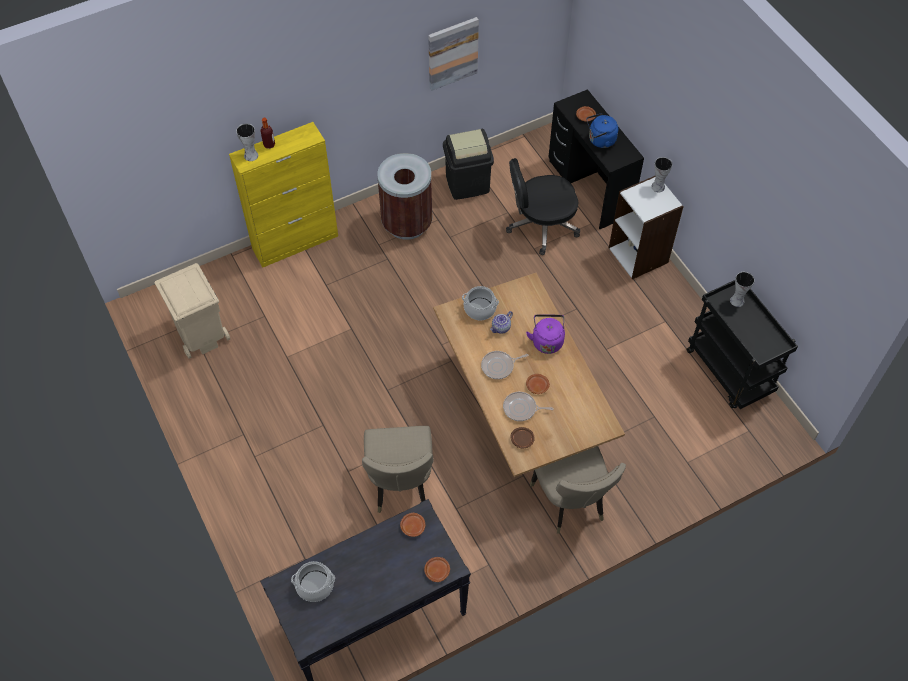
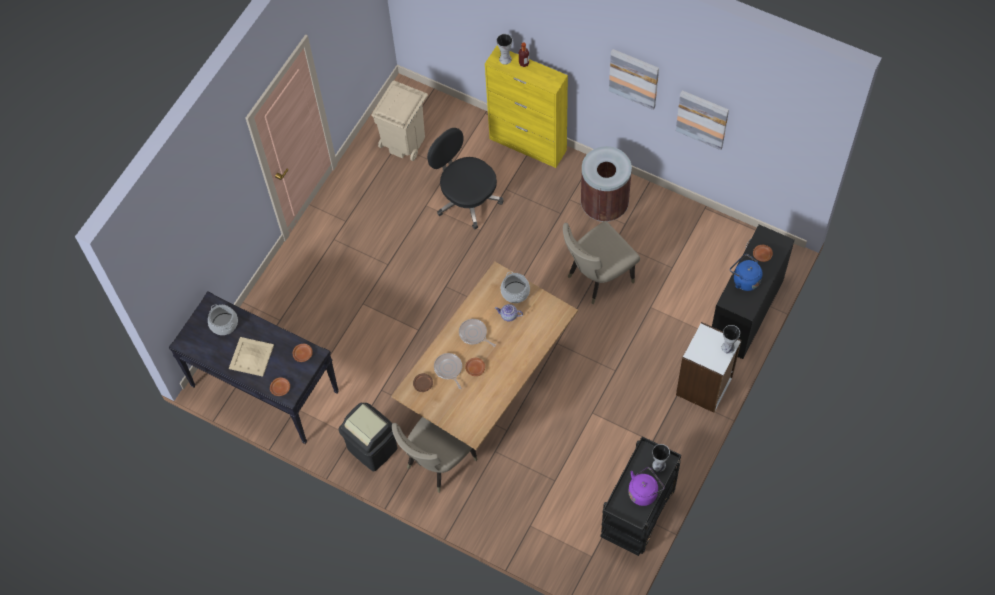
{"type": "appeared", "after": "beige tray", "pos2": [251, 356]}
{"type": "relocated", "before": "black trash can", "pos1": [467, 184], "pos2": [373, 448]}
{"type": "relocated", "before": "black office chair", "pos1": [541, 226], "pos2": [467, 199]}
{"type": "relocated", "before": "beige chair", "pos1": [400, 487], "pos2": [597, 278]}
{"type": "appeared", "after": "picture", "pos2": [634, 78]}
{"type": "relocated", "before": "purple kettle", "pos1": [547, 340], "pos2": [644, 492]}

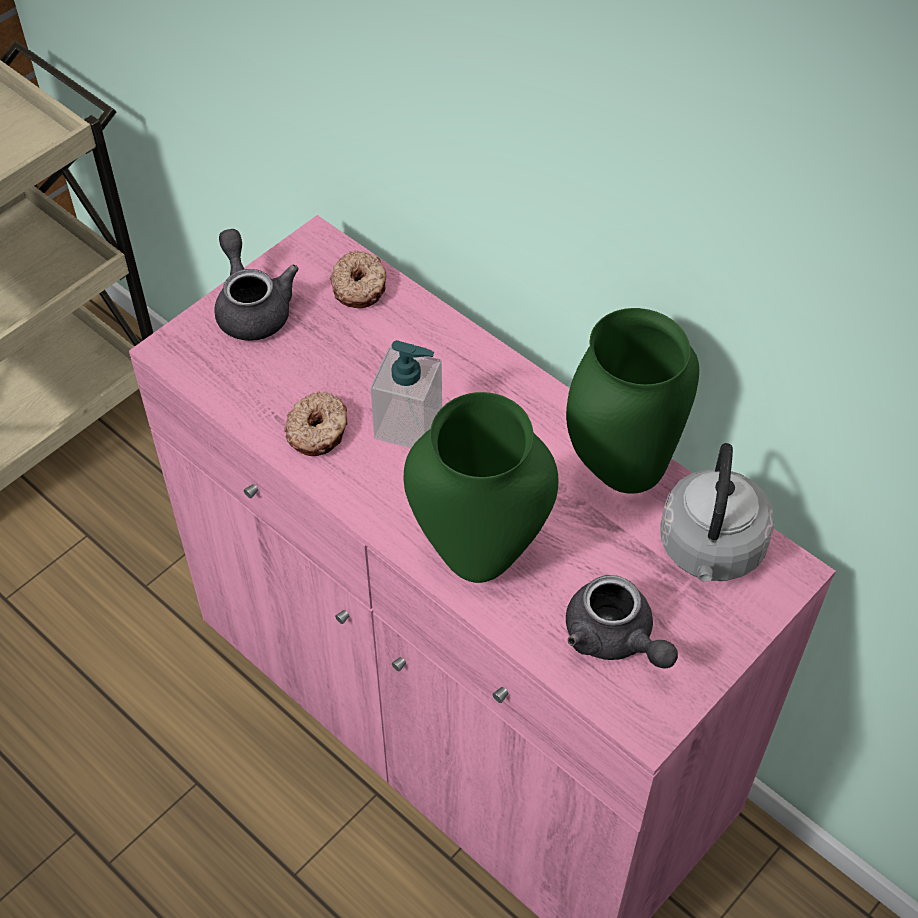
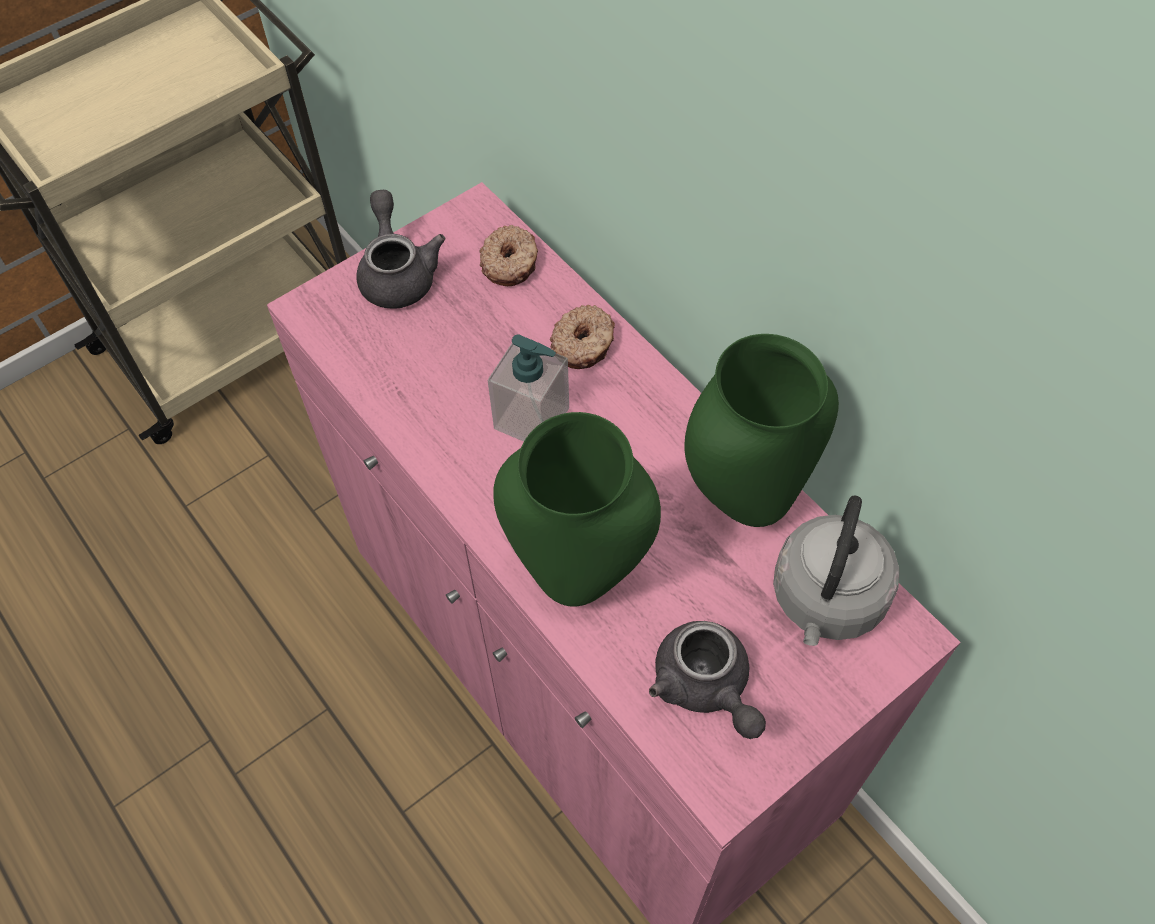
{"type": "relocated", "before": "donut", "pos1": [318, 431], "pos2": [584, 344]}

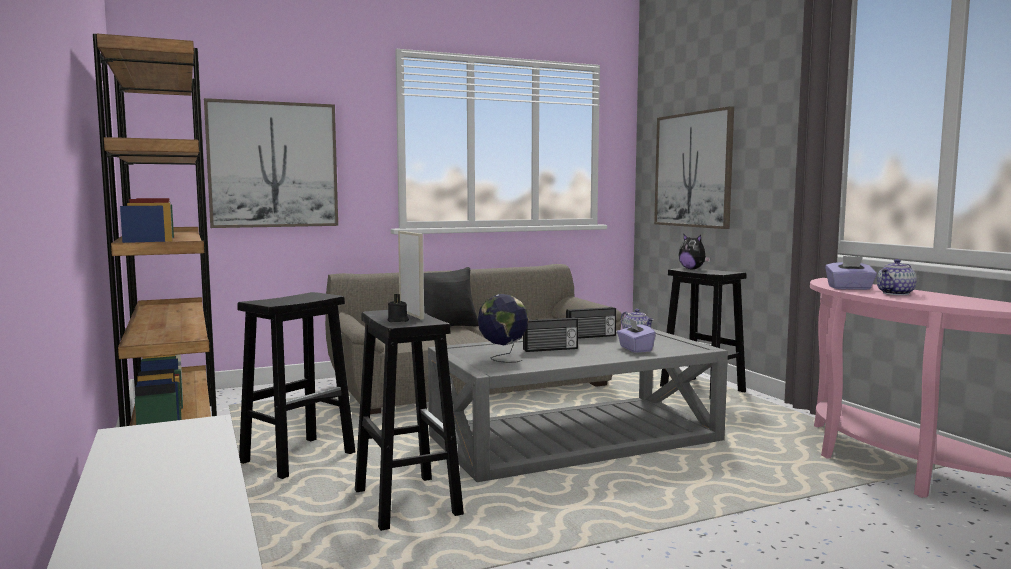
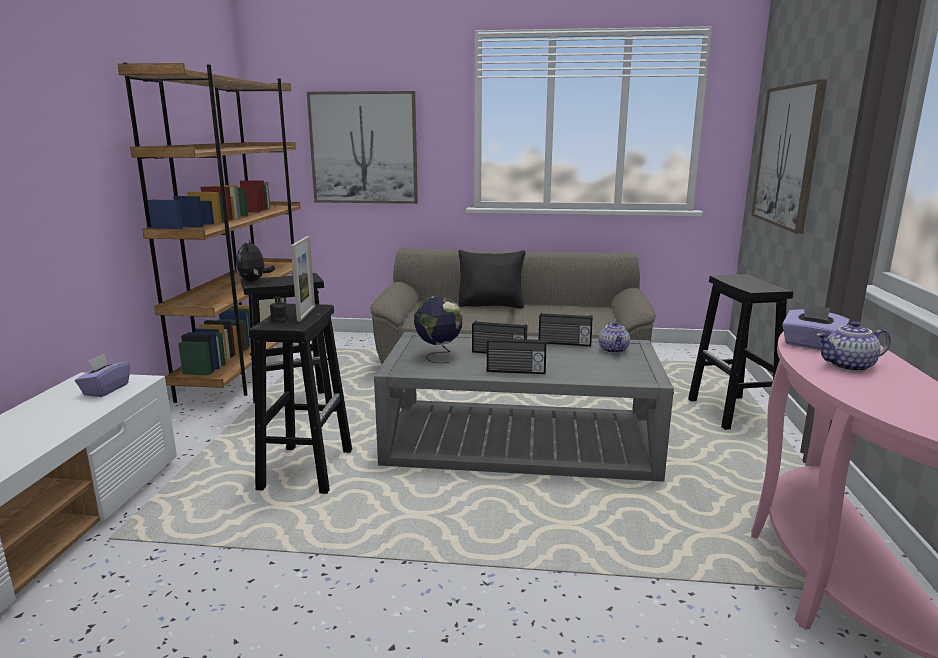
{"type": "relocated", "before": "purple tissue box", "pos1": [635, 349], "pos2": [105, 390]}
{"type": "relocated", "before": "plush toy", "pos1": [692, 269], "pos2": [254, 281]}
{"type": "appeared", "after": "radio", "pos2": [516, 371]}

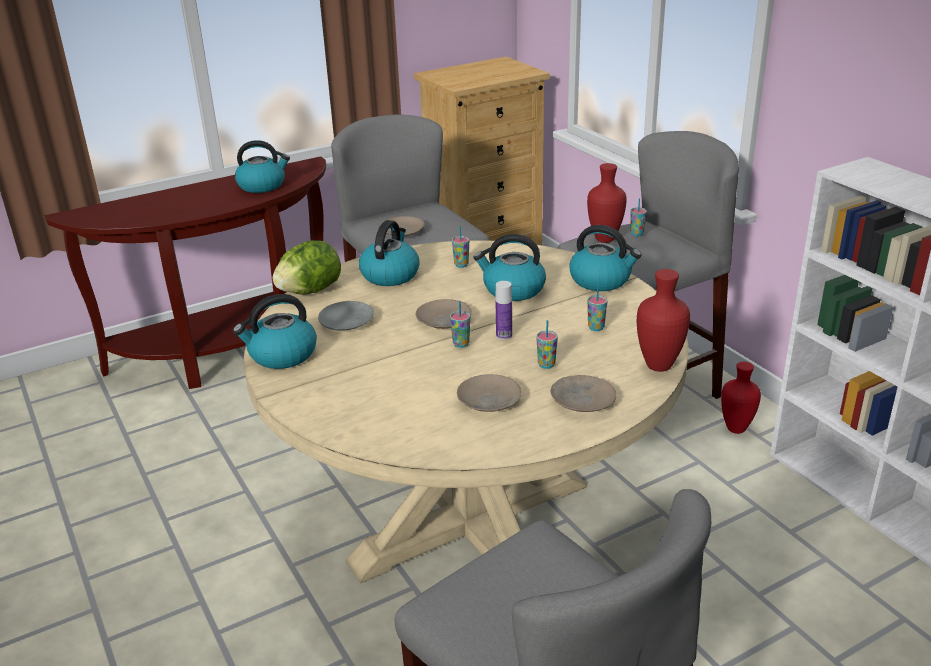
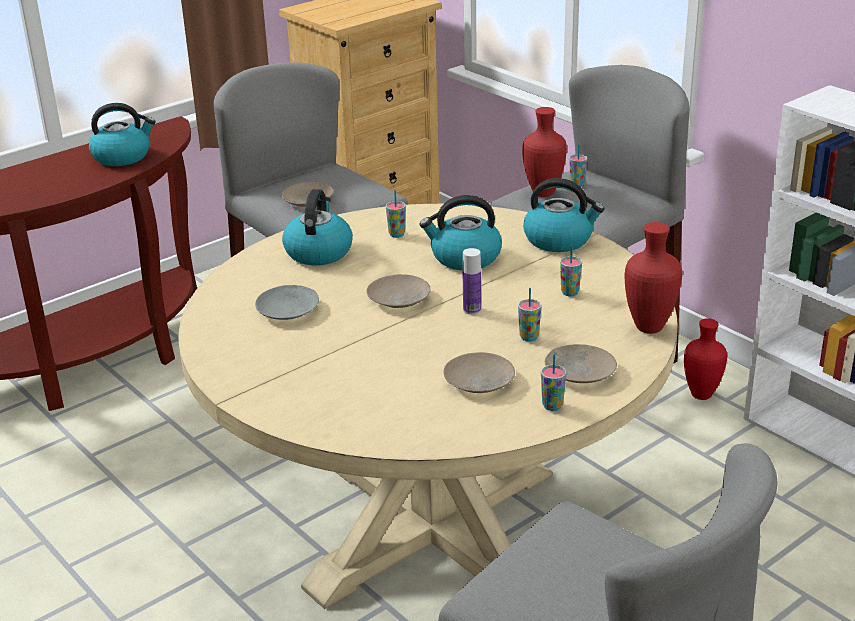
{"type": "relocated", "before": "cup", "pos1": [461, 344], "pos2": [552, 406]}
{"type": "missing", "before": "kettle", "pos1": [281, 355]}
{"type": "missing", "before": "lettuce", "pos1": [310, 291]}

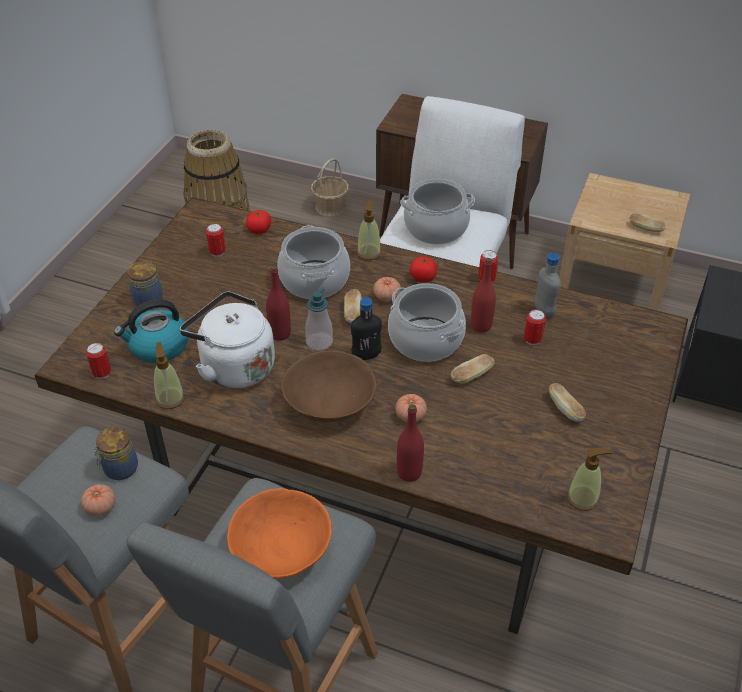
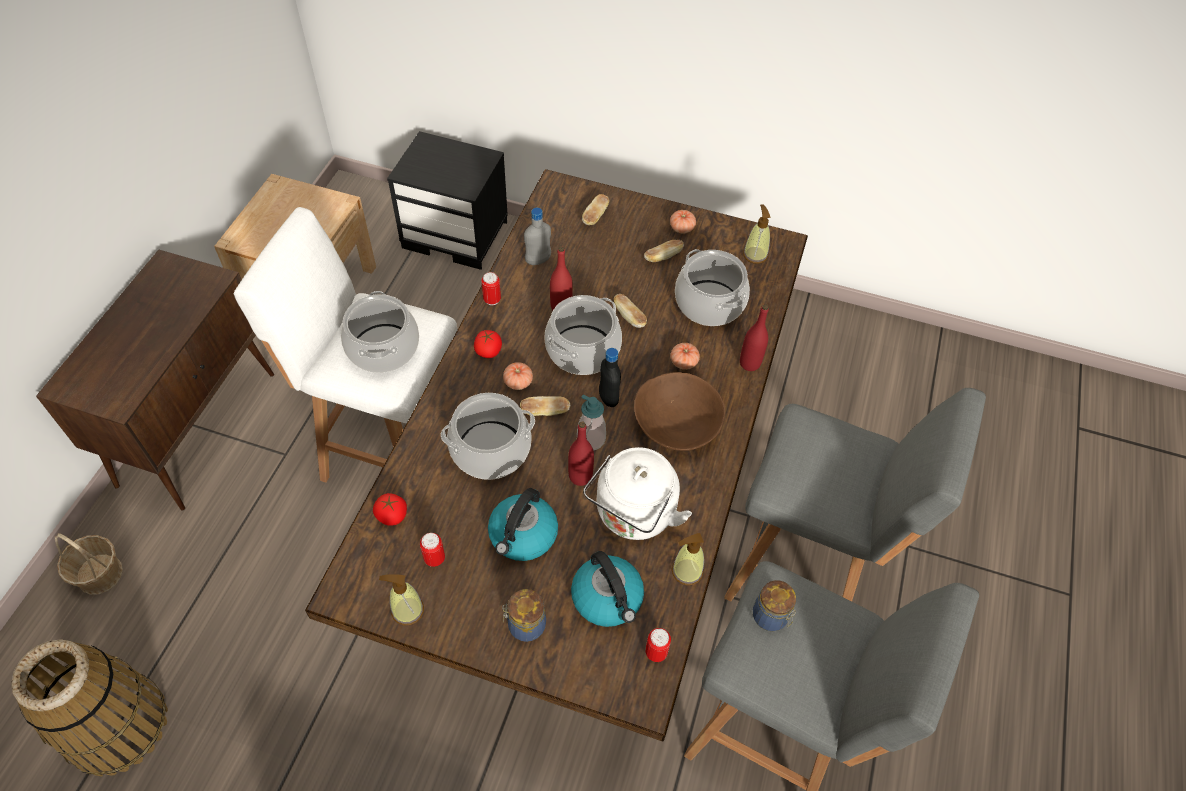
{"type": "relocated", "before": "soap dispenser", "pos1": [369, 252], "pos2": [407, 610]}
{"type": "appeared", "after": "kettle", "pos2": [523, 536]}
{"type": "relocated", "before": "bread", "pos1": [645, 229], "pos2": [595, 216]}
{"type": "relocated", "before": "tomato", "pos1": [100, 507], "pos2": [682, 228]}
{"type": "appeared", "after": "cooking pot", "pos2": [709, 303]}
{"type": "missing", "before": "orange bowl", "pos1": [281, 549]}
{"type": "missing", "before": "can", "pos1": [532, 340]}

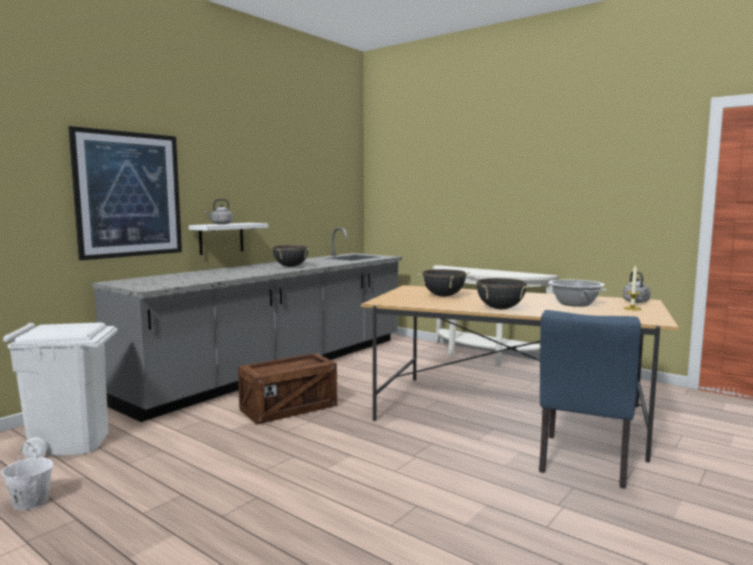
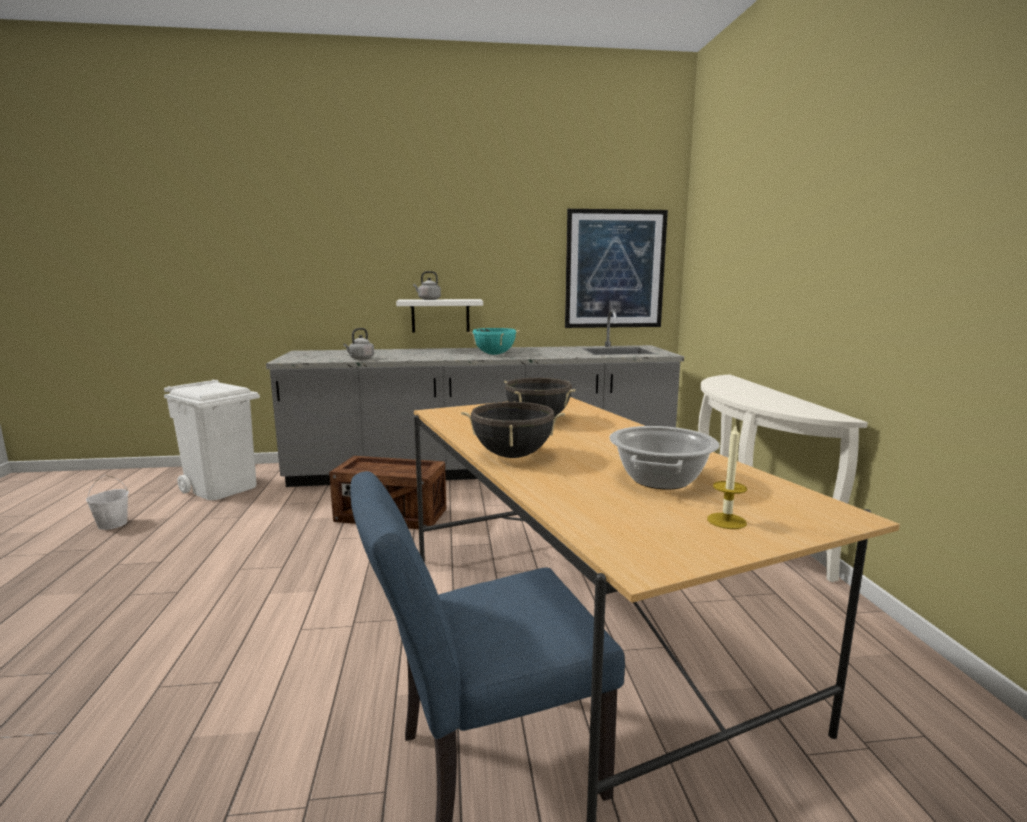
{"type": "relocated", "before": "grey kettle", "pos1": [636, 302], "pos2": [360, 359]}
{"type": "colour", "before": "black cooking pot", "after": "turquoise cooking pot", "pos1": [290, 266], "pos2": [494, 354]}
{"type": "relocated", "before": "picture", "pos1": [129, 194], "pos2": [615, 269]}

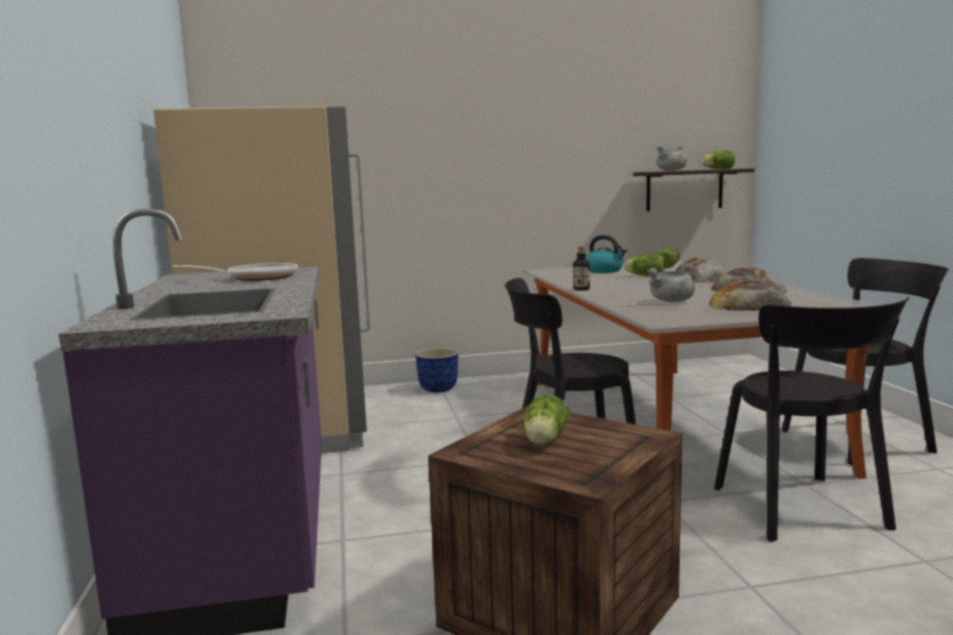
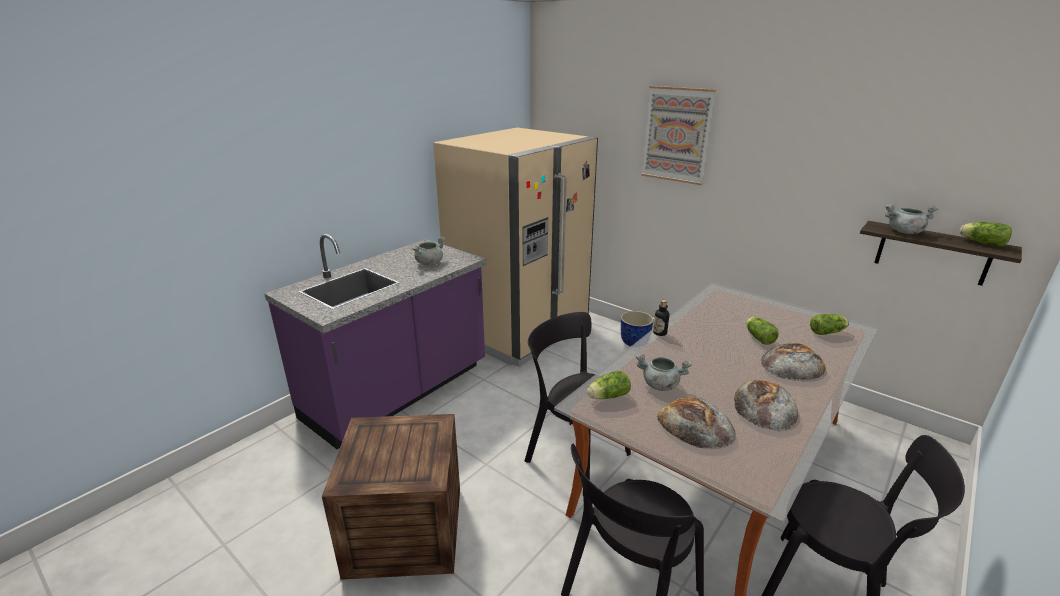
{"type": "exchanged", "before": "frying pan", "after": "grey cooking pot", "pos1": [256, 278], "pos2": [429, 263]}
{"type": "relocated", "before": "lettuce", "pos1": [544, 441], "pos2": [607, 396]}
{"type": "appeared", "after": "picture", "pos2": [677, 135]}
{"type": "missing", "before": "kettle", "pos1": [604, 271]}

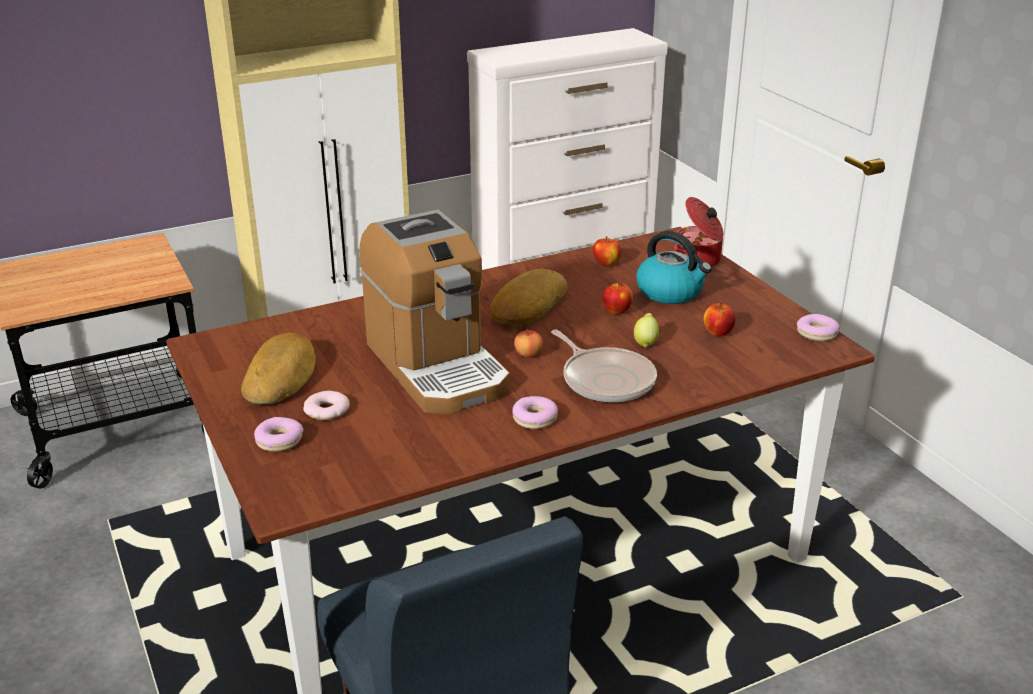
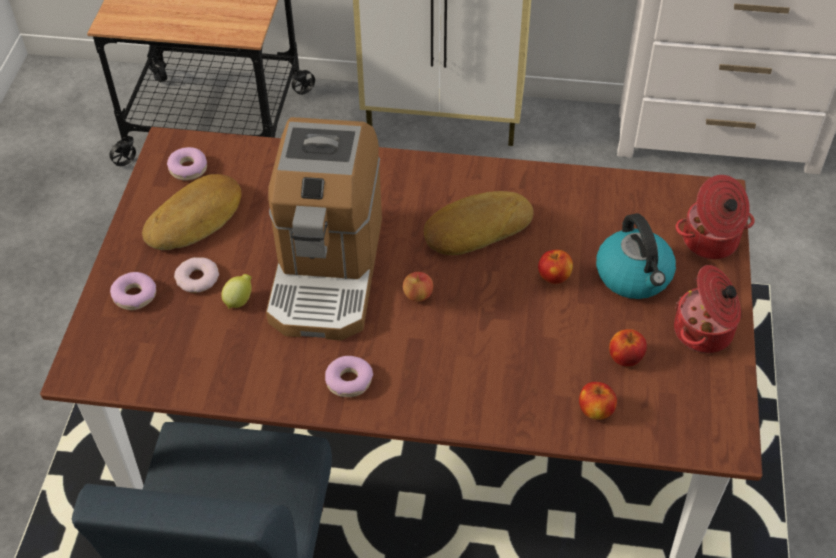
{"type": "relocated", "before": "donut", "pos1": [816, 333], "pos2": [188, 168]}
{"type": "relocated", "before": "lemon", "pos1": [645, 342], "pos2": [239, 300]}
{"type": "relocated", "before": "apple", "pos1": [606, 264], "pos2": [595, 411]}
{"type": "appeared", "after": "cooking pot", "pos2": [704, 332]}
{"type": "missing", "before": "frying pan", "pos1": [605, 379]}

